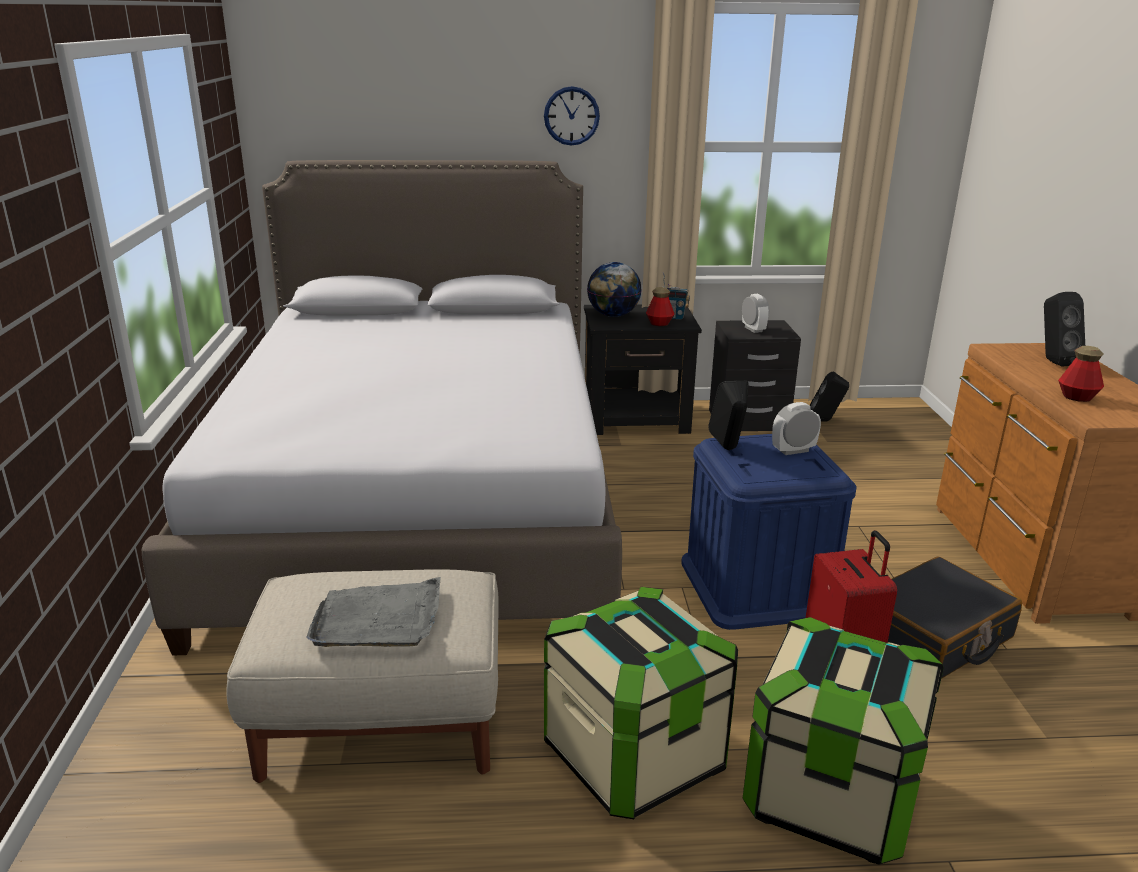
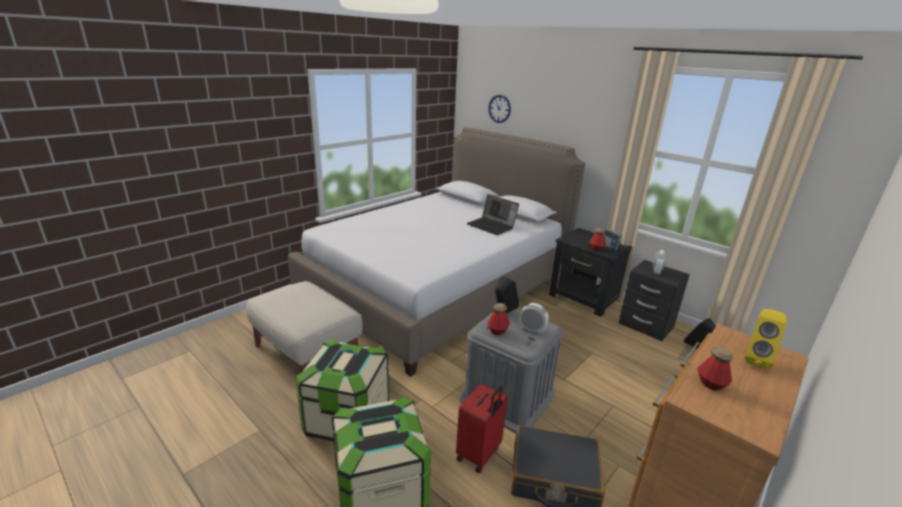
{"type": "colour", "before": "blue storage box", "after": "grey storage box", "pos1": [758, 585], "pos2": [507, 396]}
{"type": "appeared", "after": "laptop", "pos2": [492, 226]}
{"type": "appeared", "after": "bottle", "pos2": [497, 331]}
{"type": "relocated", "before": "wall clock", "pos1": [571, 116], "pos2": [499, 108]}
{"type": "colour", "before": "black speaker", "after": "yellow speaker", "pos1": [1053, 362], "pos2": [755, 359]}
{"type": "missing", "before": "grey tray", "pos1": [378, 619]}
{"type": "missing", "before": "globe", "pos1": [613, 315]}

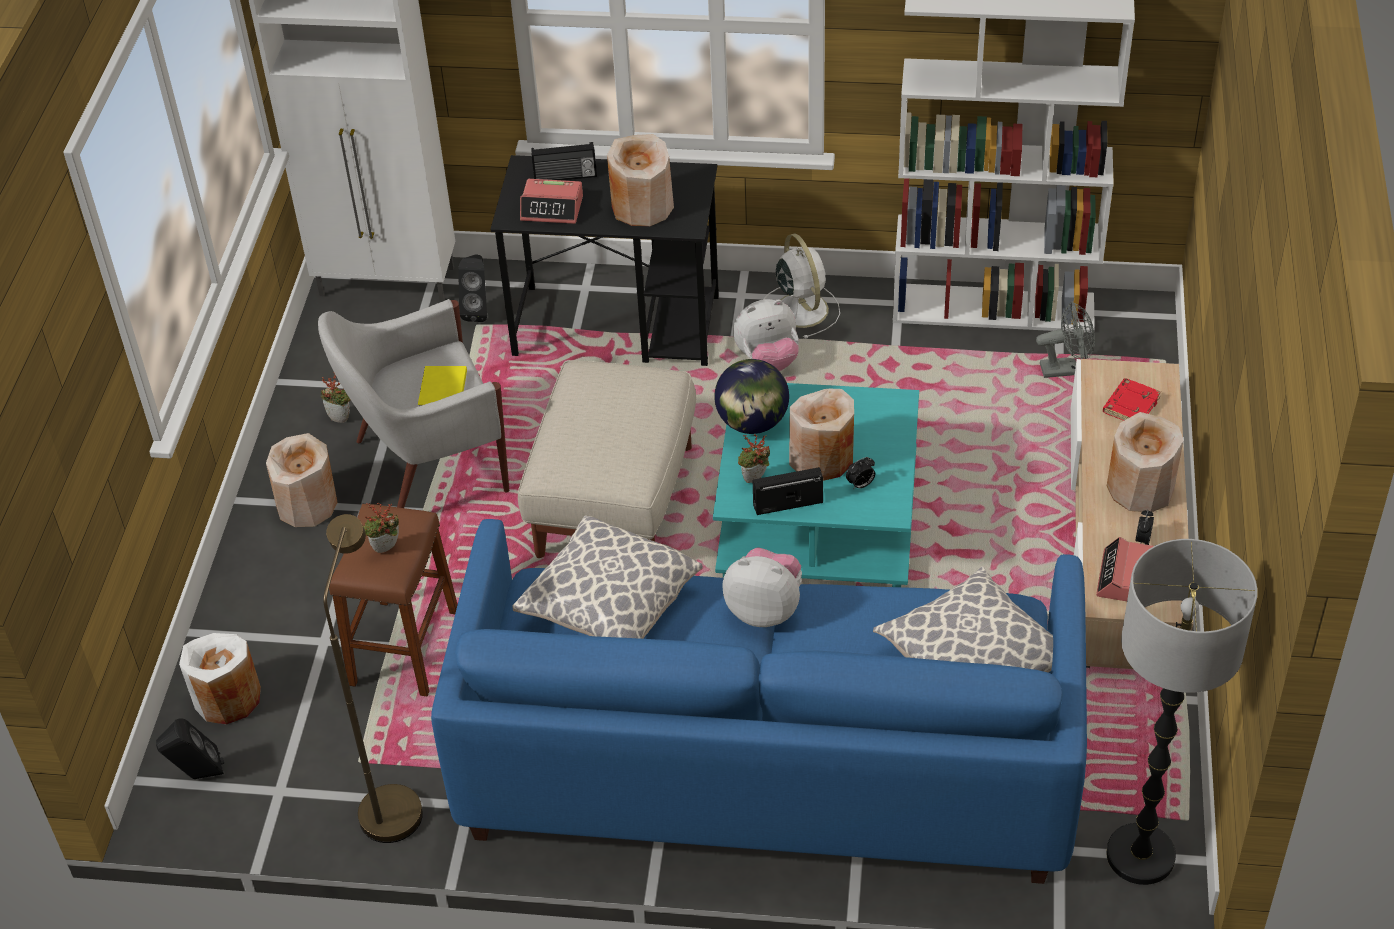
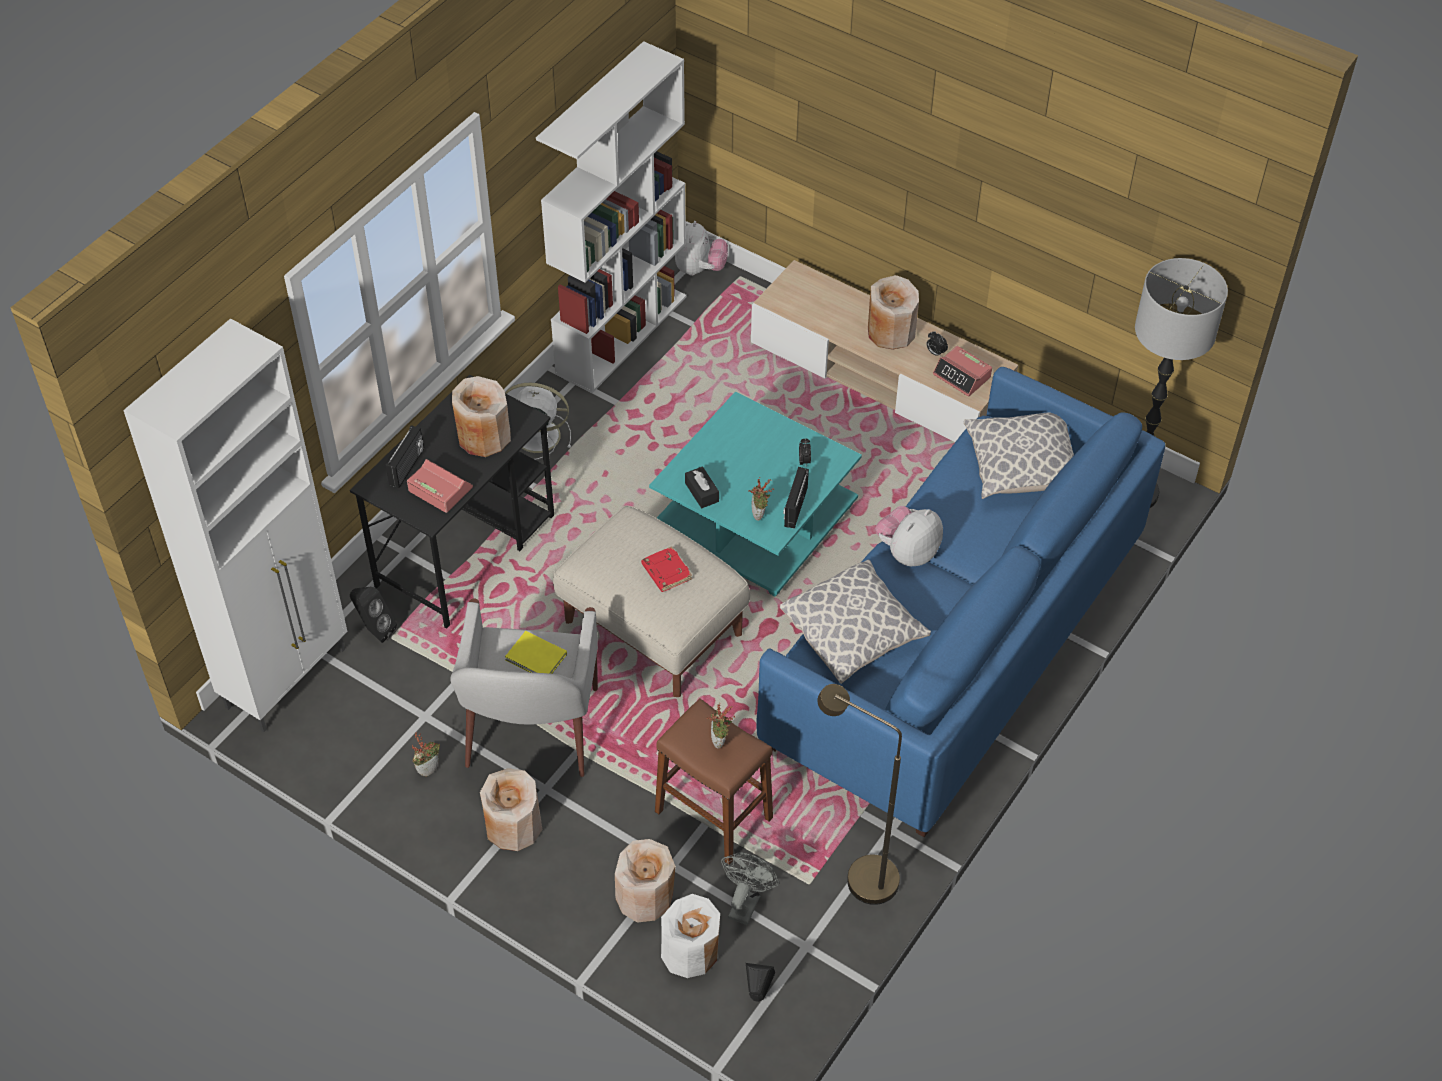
{"type": "spun", "before": "alarm clock", "pos1": [552, 208], "pos2": [440, 489], "turn": -90}
{"type": "relocated", "before": "beige vase", "pos1": [822, 458], "pos2": [645, 896]}
{"type": "relocated", "before": "red book", "pos1": [1130, 405], "pos2": [665, 572]}
{"type": "relocated", "before": "plush toy", "pos1": [768, 360], "pos2": [700, 269]}
{"type": "exchanged", "before": "globe", "after": "black tissue box", "pos1": [752, 423], "pos2": [702, 492]}
{"type": "relocated", "before": "grey fan", "pos1": [1065, 368], "pos2": [745, 902]}

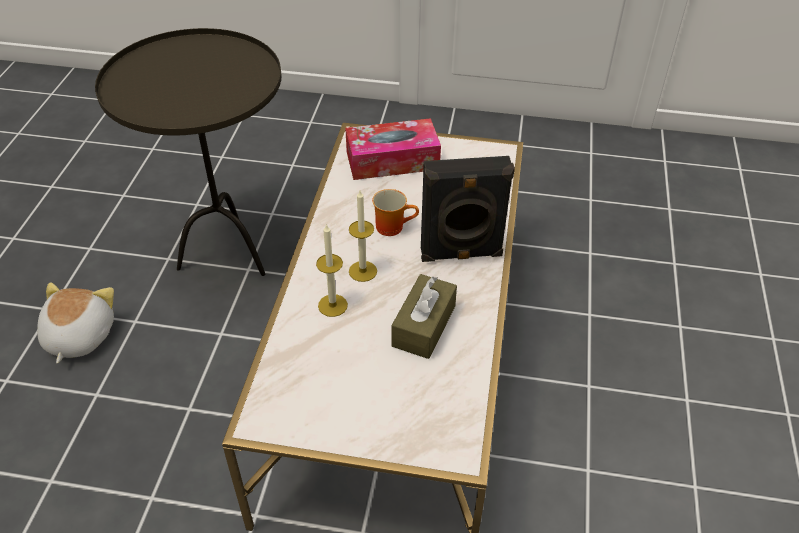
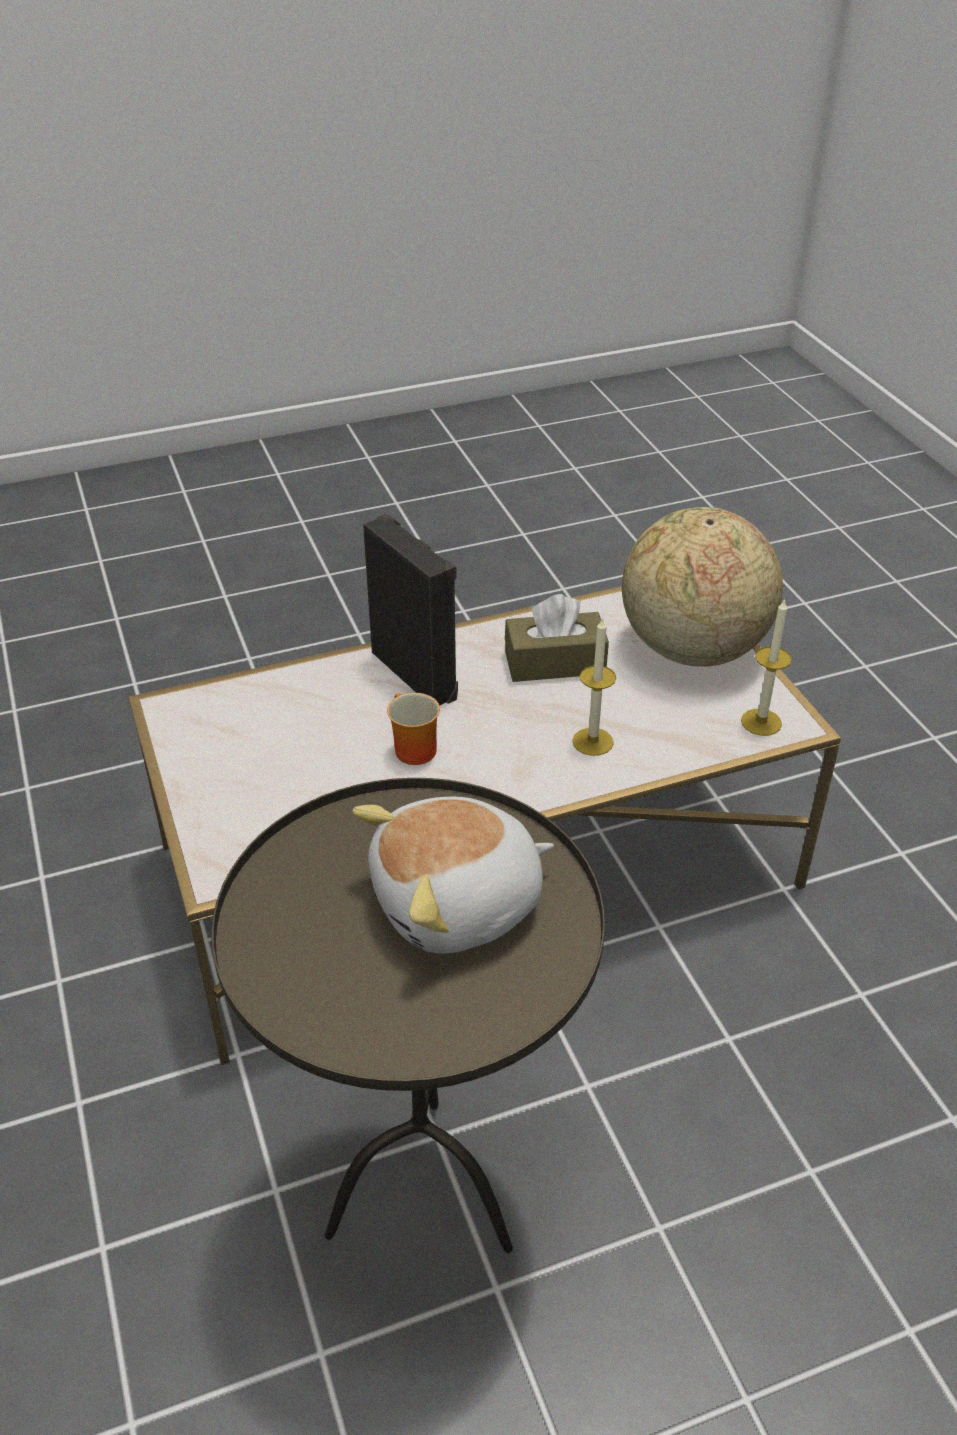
{"type": "relocated", "before": "plush toy", "pos1": [78, 336], "pos2": [458, 904]}
{"type": "appeared", "after": "globe", "pos2": [691, 649]}
{"type": "relocated", "before": "candle", "pos1": [363, 271], "pos2": [761, 722]}
{"type": "missing", "before": "tissue box", "pos1": [392, 160]}

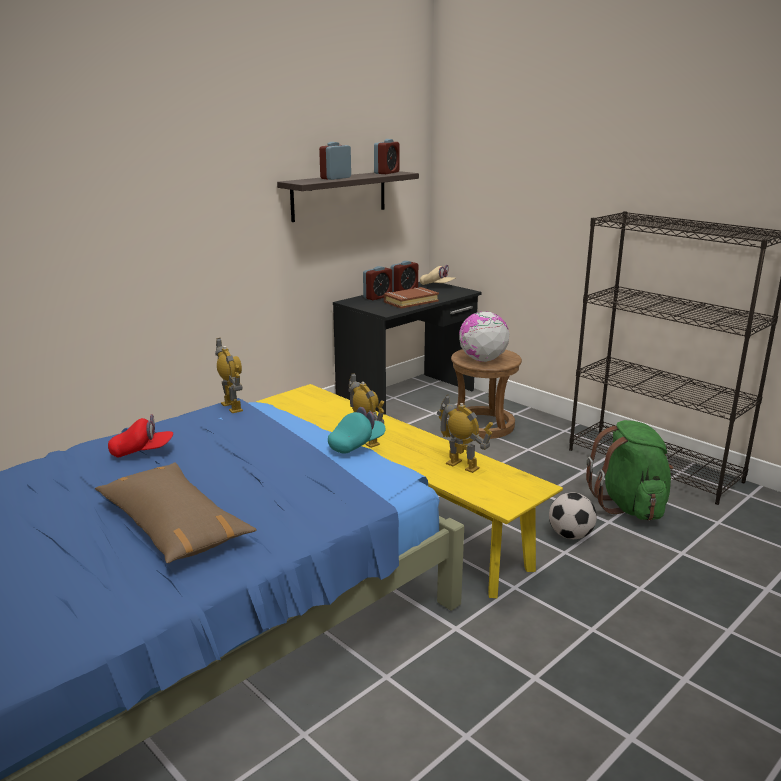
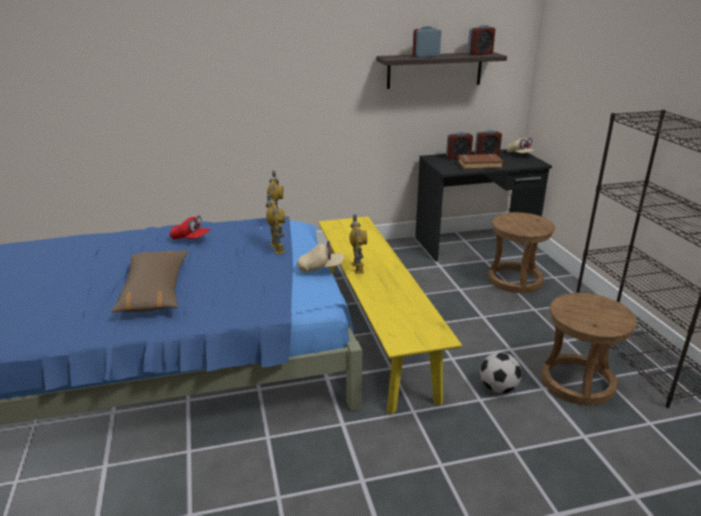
{"type": "relocated", "before": "toy robot", "pos1": [462, 466], "pos2": [277, 248]}
{"type": "colour", "before": "turquoise cap", "after": "beige cap", "pos1": [356, 444], "pos2": [320, 268]}
{"type": "exchanged", "before": "green backpack", "after": "brown stool", "pos1": [630, 506], "pos2": [577, 382]}
{"type": "missing", "before": "globe", "pos1": [482, 360]}

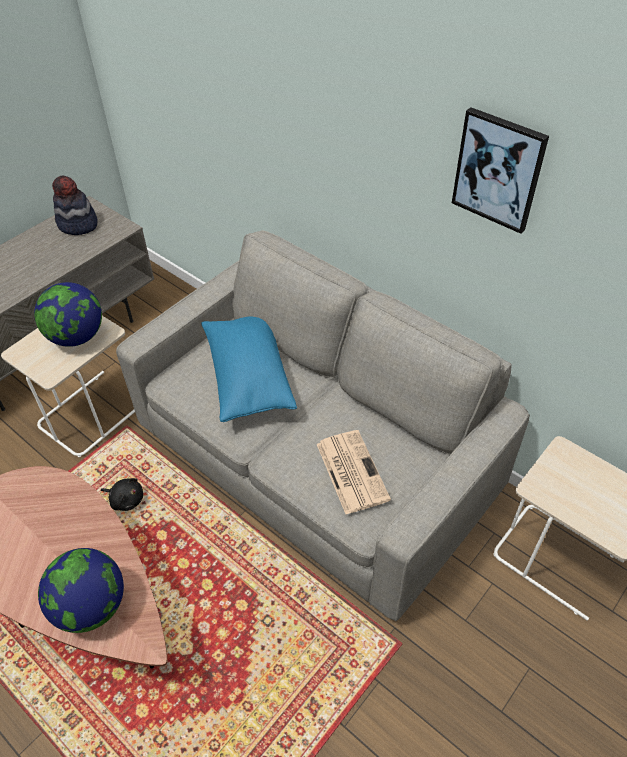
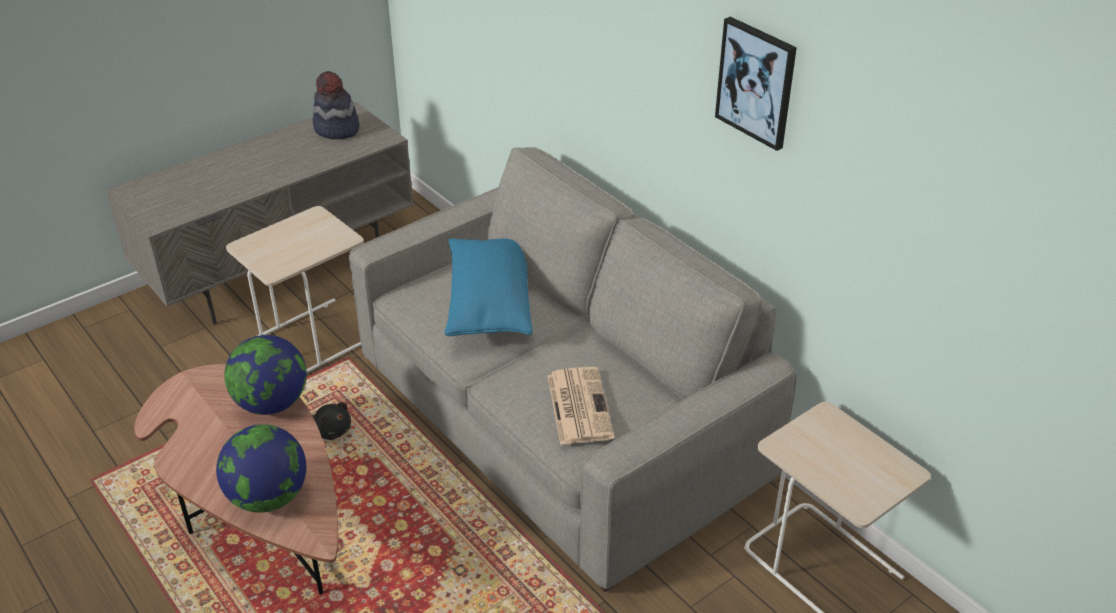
{"type": "relocated", "before": "globe", "pos1": [76, 337], "pos2": [271, 403]}

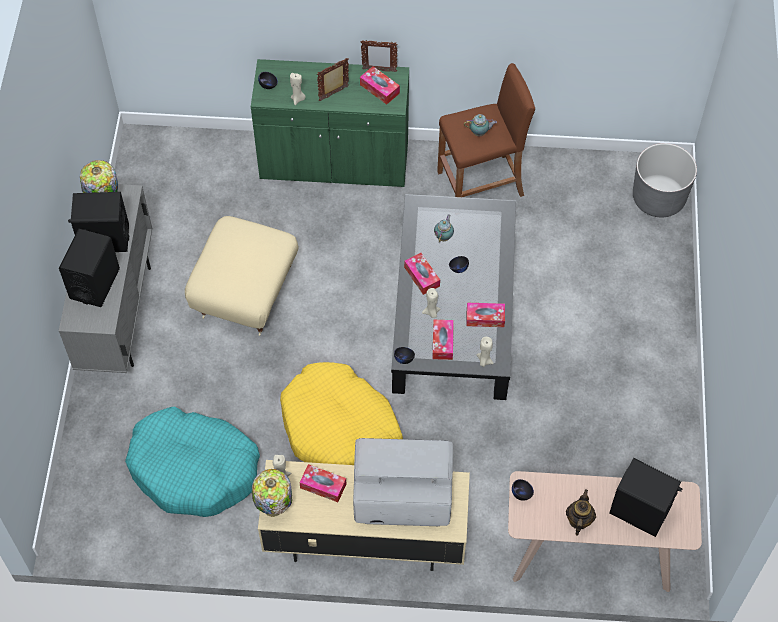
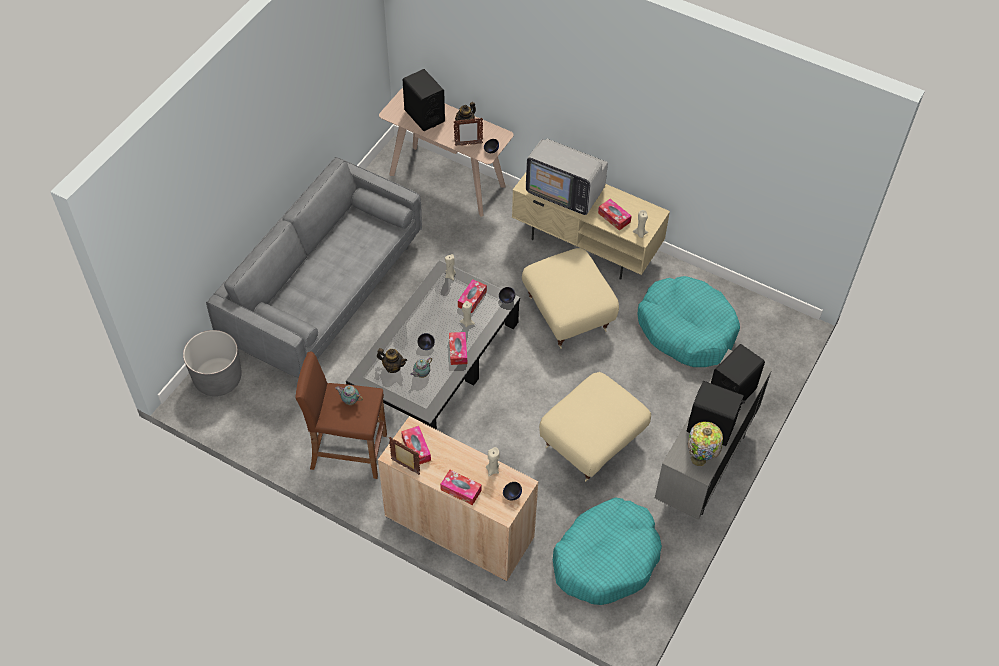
{"type": "appeared", "after": "grey sofa", "pos2": [323, 291]}
{"type": "appeared", "after": "teapot", "pos2": [393, 367]}
{"type": "colour", "before": "green cabinet", "after": "beige cabinet", "pos1": [334, 161], "pos2": [459, 527]}
{"type": "relocated", "before": "tissue box", "pos1": [485, 318], "pos2": [461, 490]}
{"type": "relocated", "before": "picture frame", "pos1": [334, 94], "pos2": [468, 144]}
{"type": "exchanged", "before": "yellow dog bed", "after": "beige ottoman", "pos1": [340, 430], "pos2": [569, 313]}
{"type": "appeared", "after": "turquoise dog bed", "pos2": [606, 558]}
{"type": "missing", "before": "table lamp", "pos1": [274, 509]}

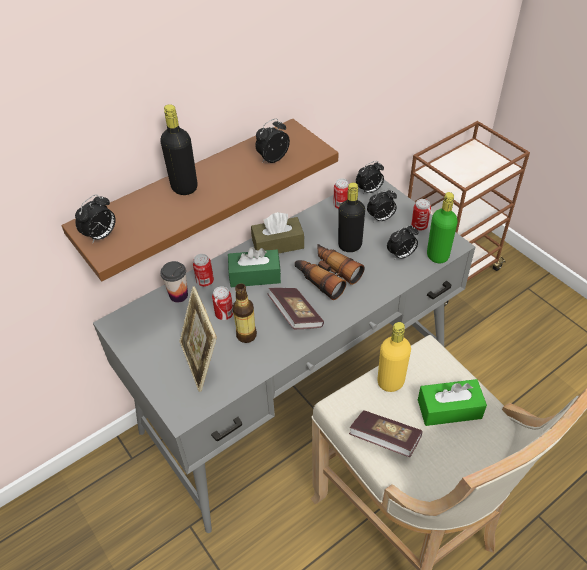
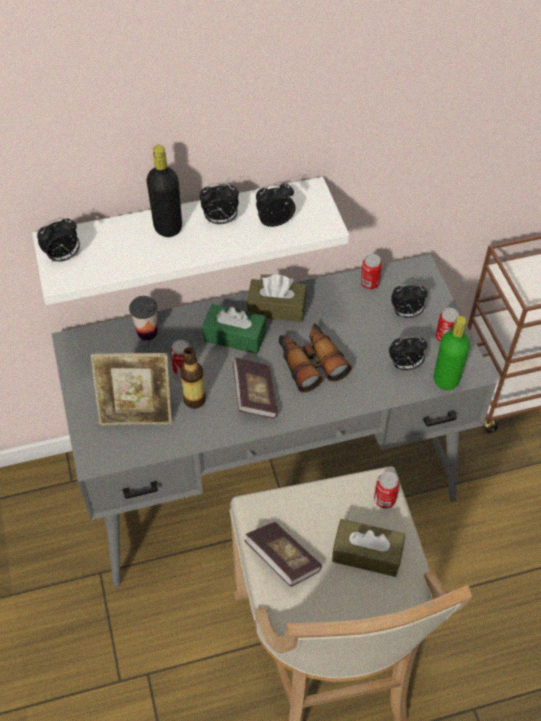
{"type": "colour", "before": "brown shelf", "after": "white shelf", "pos1": [190, 194], "pos2": [184, 231]}
{"type": "spun", "before": "picture frame", "pos1": [201, 362], "pos2": [137, 413], "turn": -90}
{"type": "relocated", "before": "alarm clock", "pos1": [369, 191], "pos2": [220, 220]}
{"type": "colour", "before": "green tissue box", "after": "brown tissue box", "pos1": [449, 409], "pos2": [367, 554]}
{"type": "relocated", "before": "can", "pos1": [205, 281], "pos2": [384, 500]}
{"type": "missing", "before": "black bottle", "pos1": [350, 245]}
{"type": "missing", "before": "yellow bottle", "pos1": [390, 382]}

